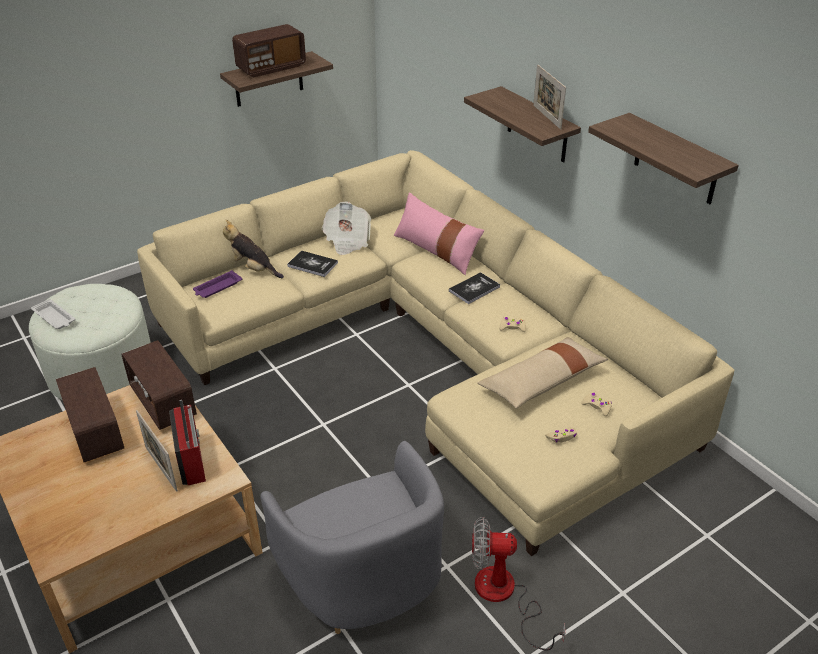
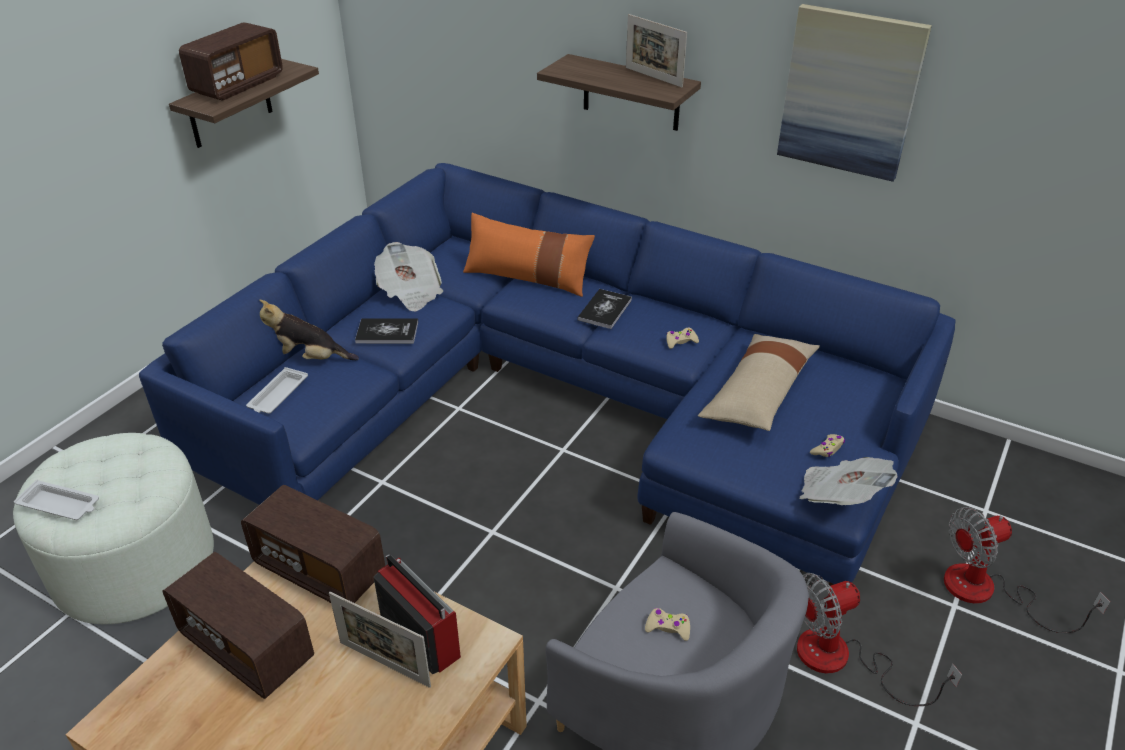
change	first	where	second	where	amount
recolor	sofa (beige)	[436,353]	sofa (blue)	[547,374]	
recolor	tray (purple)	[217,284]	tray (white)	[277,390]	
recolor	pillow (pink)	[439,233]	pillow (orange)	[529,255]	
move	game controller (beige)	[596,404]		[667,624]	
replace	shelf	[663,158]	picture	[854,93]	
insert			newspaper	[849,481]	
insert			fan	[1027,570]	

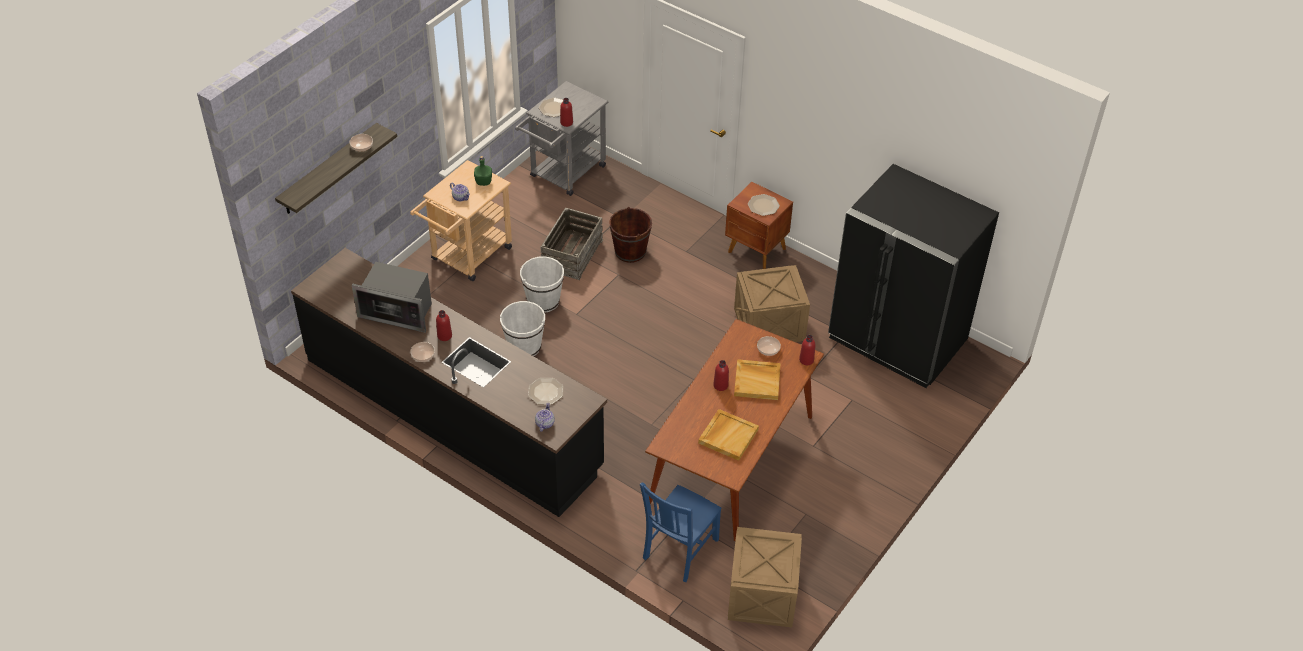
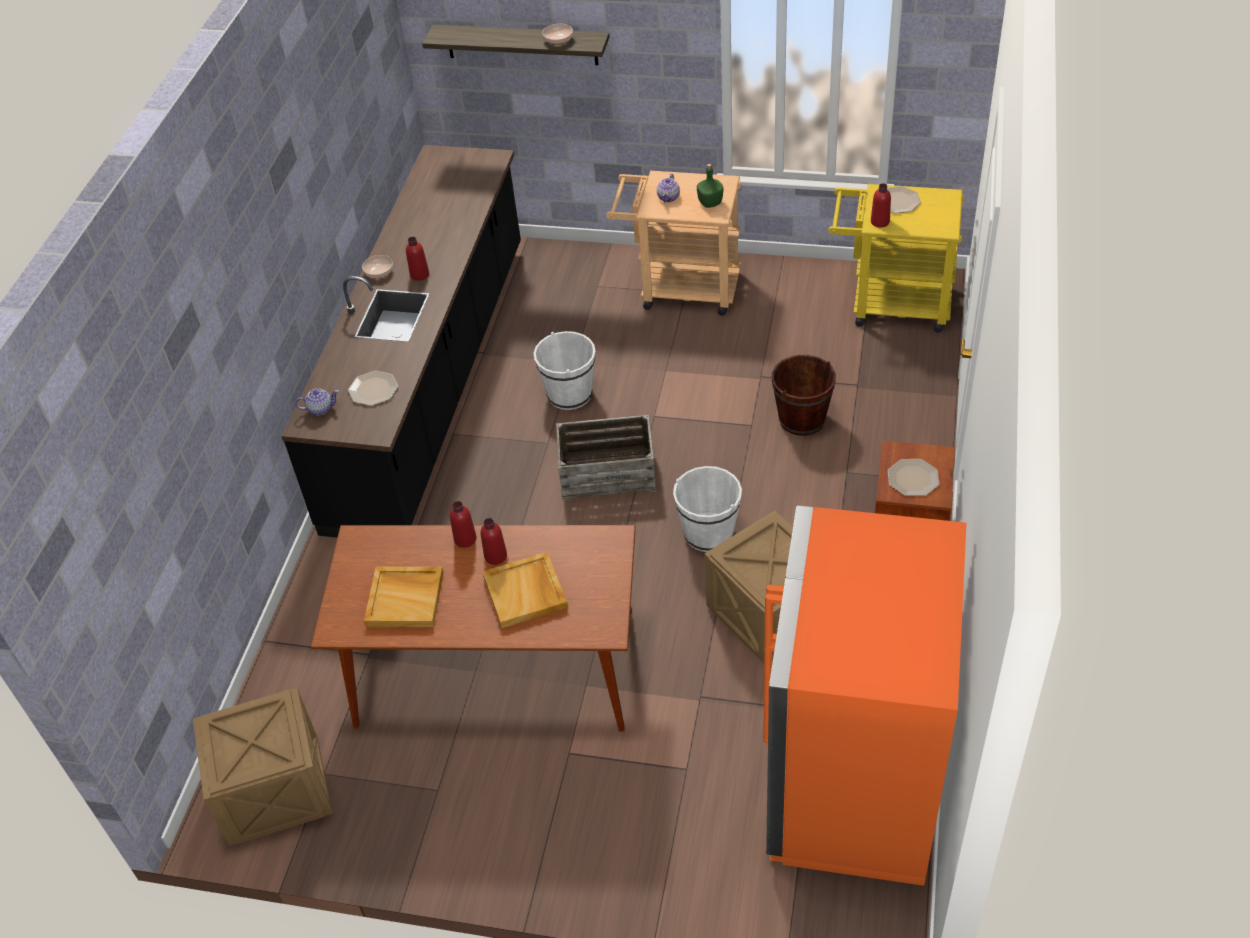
change	first	where	second	where	amount
delete	microwave	[392,297]			
recolor	cart (grey)	[562,138]	cart (yellow)	[896,258]	
move	bucket (white)	[542,284]		[707,509]	
move	crate	[572,244]		[606,458]	
delete	chair (blue)	[680,532]			
delete	bowl	[769,346]			
move	bottle (red)	[807,350]		[463,524]	
recolor	fridge (black)	[913,276]	fridge (orange)	[865,696]	

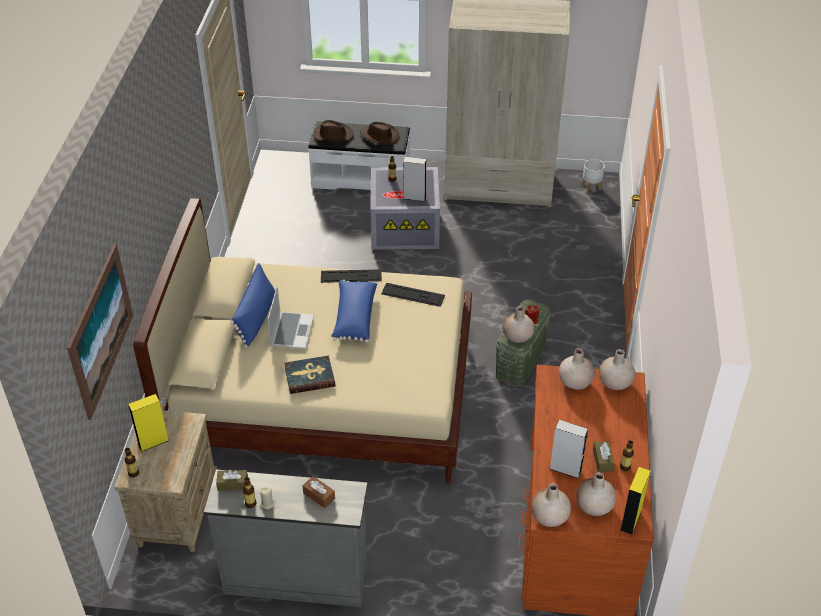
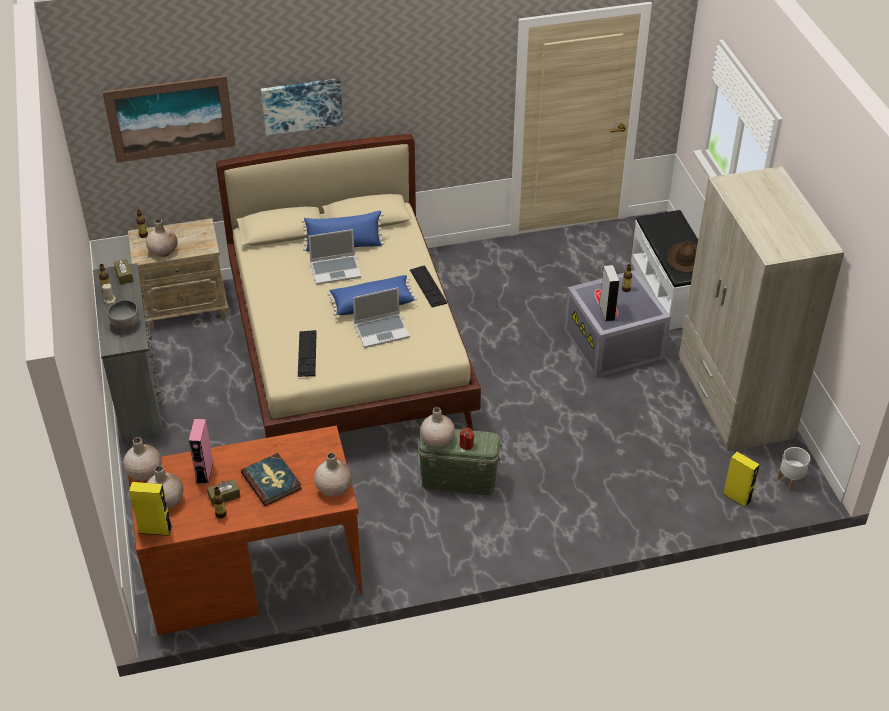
change	first	where	second	where	amount
move	speaker (yellow)	[148,423]		[741,480]	
move	book	[309,374]		[271,479]	
replace	tissue box (brown)	[318,492]	bowl (grey)	[123,315]	
delete	hat (brown)	[333,131]			
move	keyboard	[413,295]		[307,353]	
recolor	speaker (grey)	[568,449]	speaker (pink)	[201,451]	
move	vase (beige)	[577,369]		[162,238]	
insert			picture	[302,107]	
insert			laptop	[381,317]	

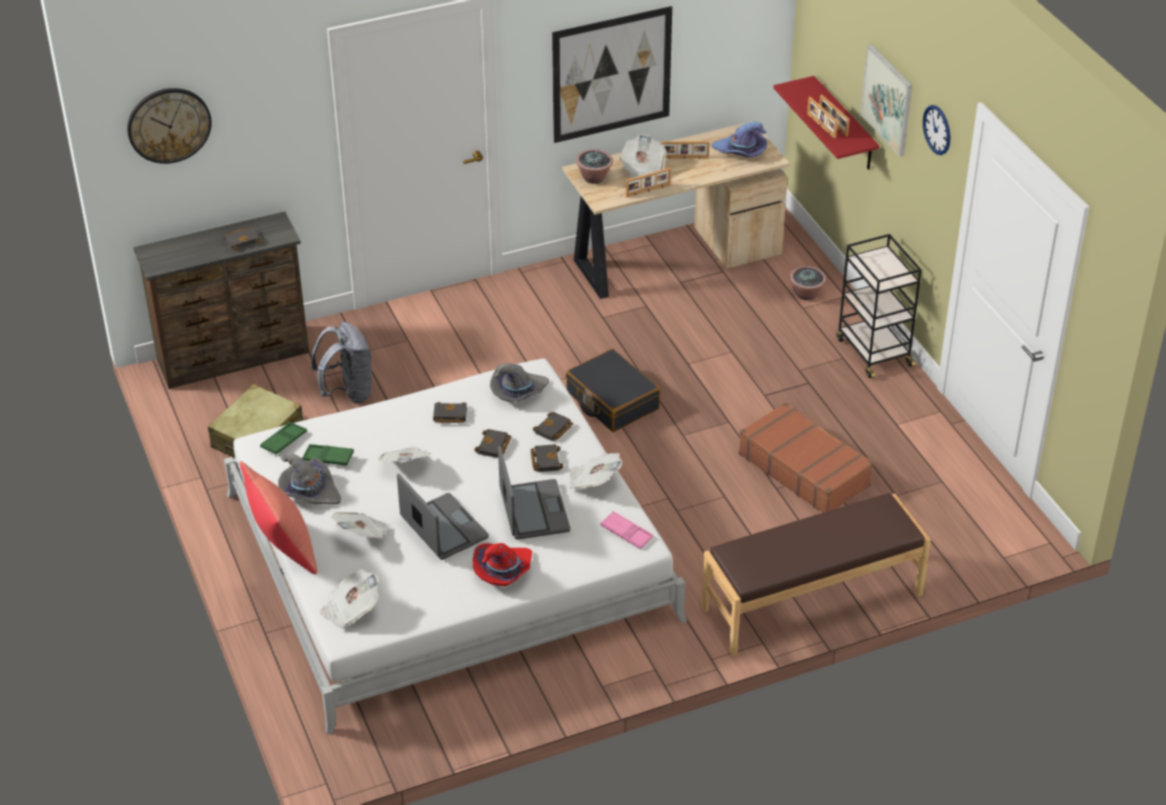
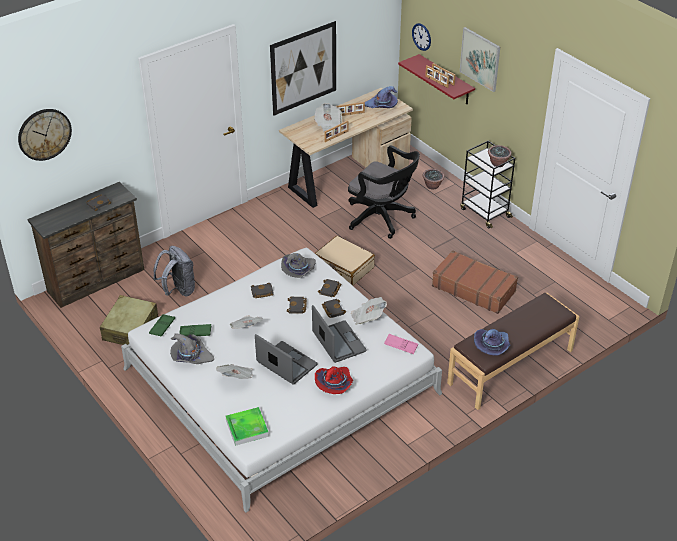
change	first	where	second	where	amount
delete	pillow (red)	[278,517]			
replace	newspaper	[350,598]	tray	[247,426]	
recolor	suitcase (black)	[613,390]	suitcase (beige)	[345,261]	
move	potted plant	[594,166]		[500,156]	
move	wall clock	[936,130]		[421,37]	
insert			office chair (black)	[384,192]	
insert			hat (purple)	[492,342]	

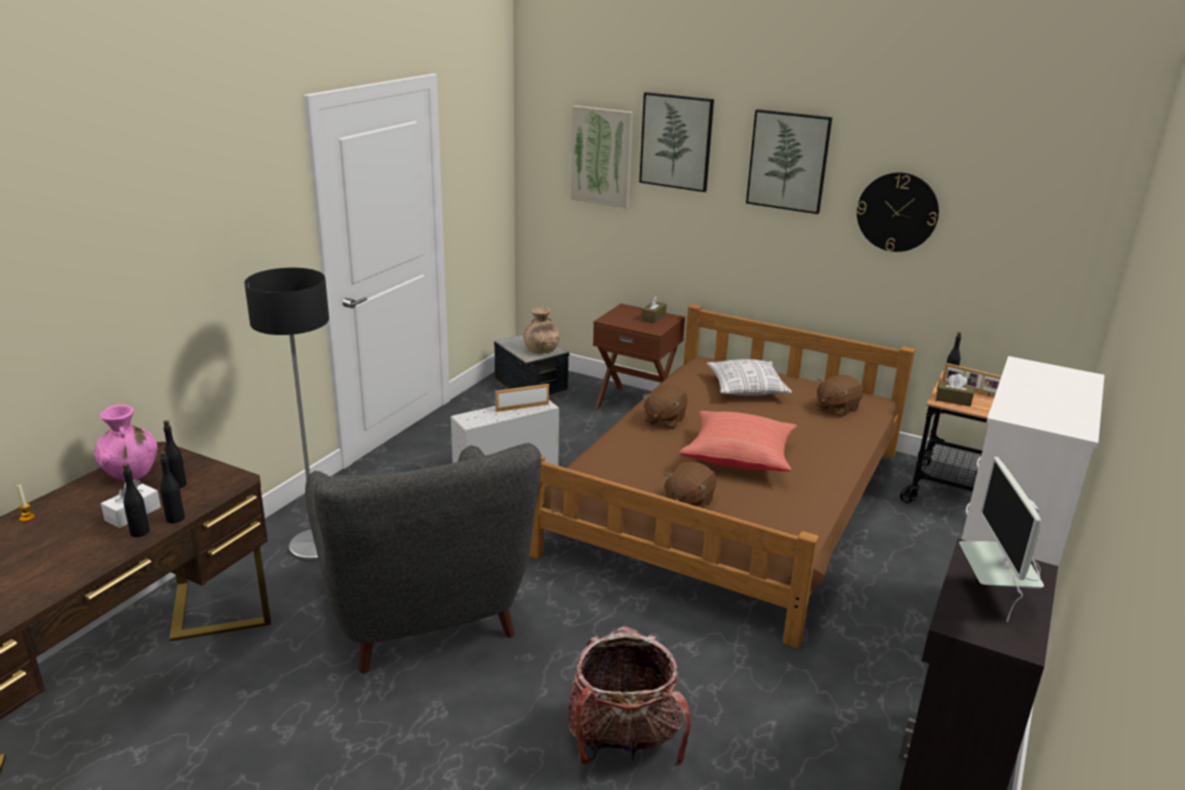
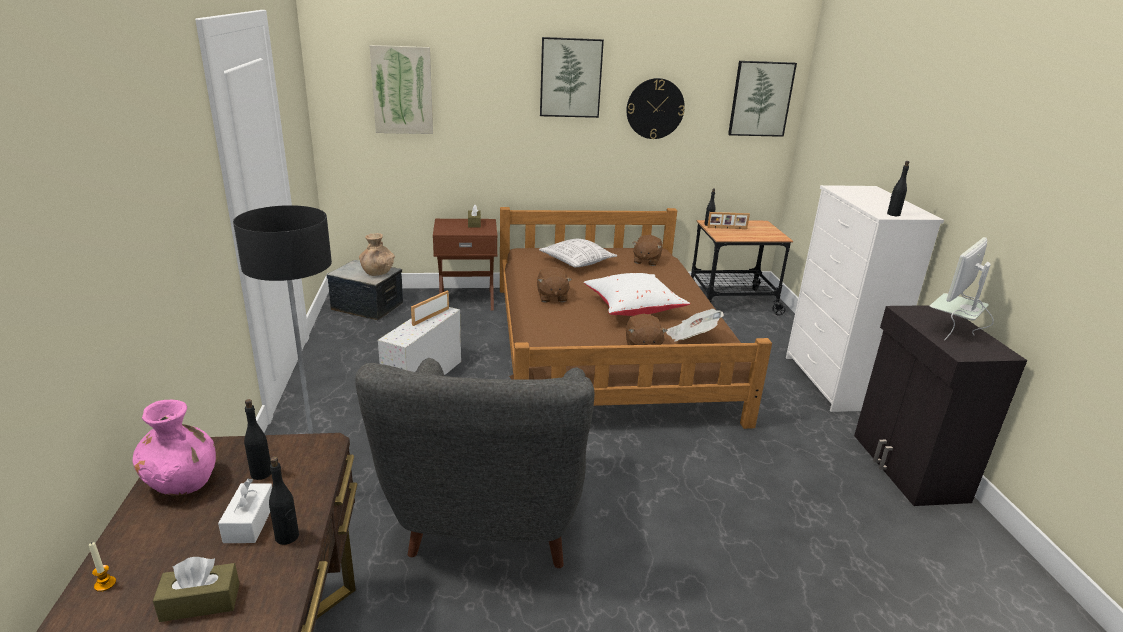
change	first	where	second	where	amount
move	bottle (black)	[172,487]		[898,188]	
rotate	armchair (grey)	[423,558]		[475,463]	60 degrees clockwise
delete	backpack	[630,696]			
move	picture	[676,142]		[762,99]	
recolor	pillow (red)	[738,441]	pillow (white)	[637,294]	
move	tissue box (brown)	[955,390]		[196,589]	
rotate	monitor	[1001,539]		[962,288]	75 degrees clockwise
insert			newspaper	[695,325]	

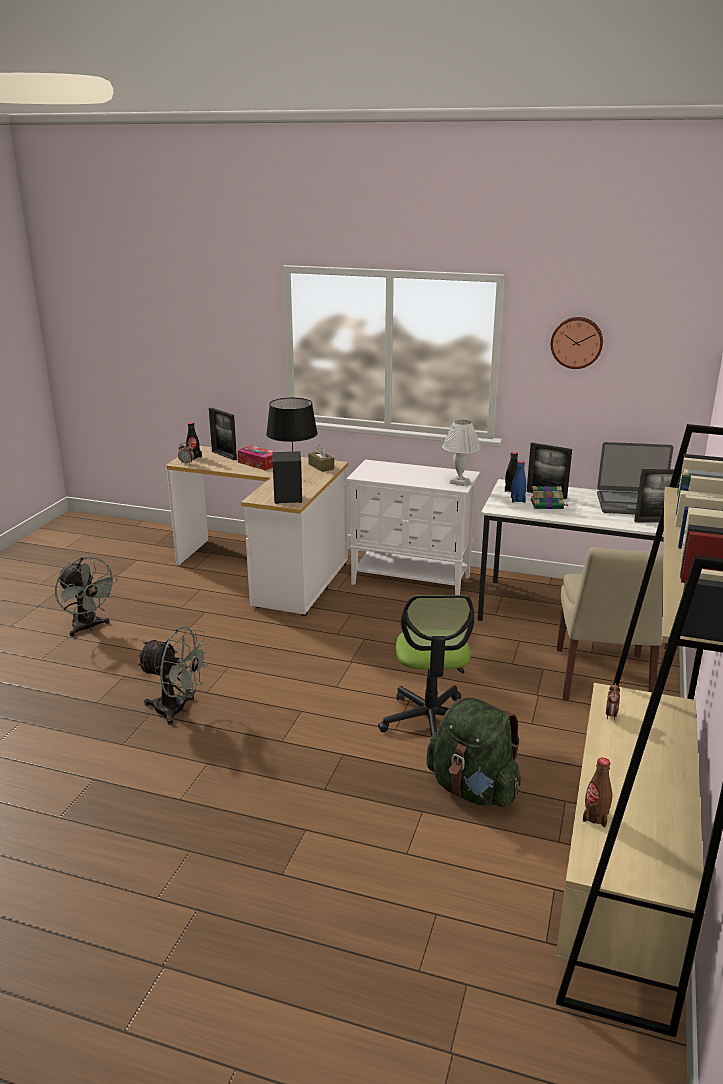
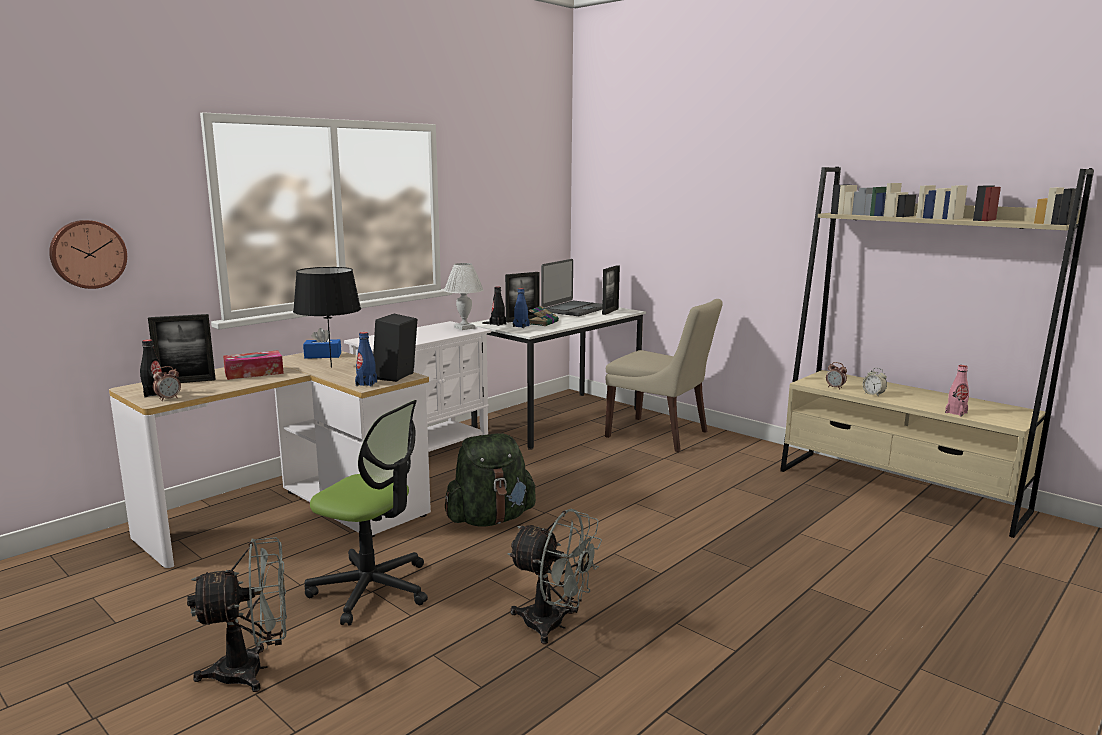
change	first	where	second	where	amount
rotate	fan (grey)	[172,675]		[554,576]	75 degrees clockwise
recolor	tissue box (brown)	[321,458]	tissue box (blue)	[322,343]	
move	office chair	[426,665]		[366,512]	
move	backpack (green)	[473,752]		[490,479]	
move	wall clock	[577,343]		[88,254]	
recolor	bottle (brown)	[597,792]	bottle (pink)	[957,390]	
insert			bottle (blue)	[366,359]	
insert			alarm clock	[875,382]	

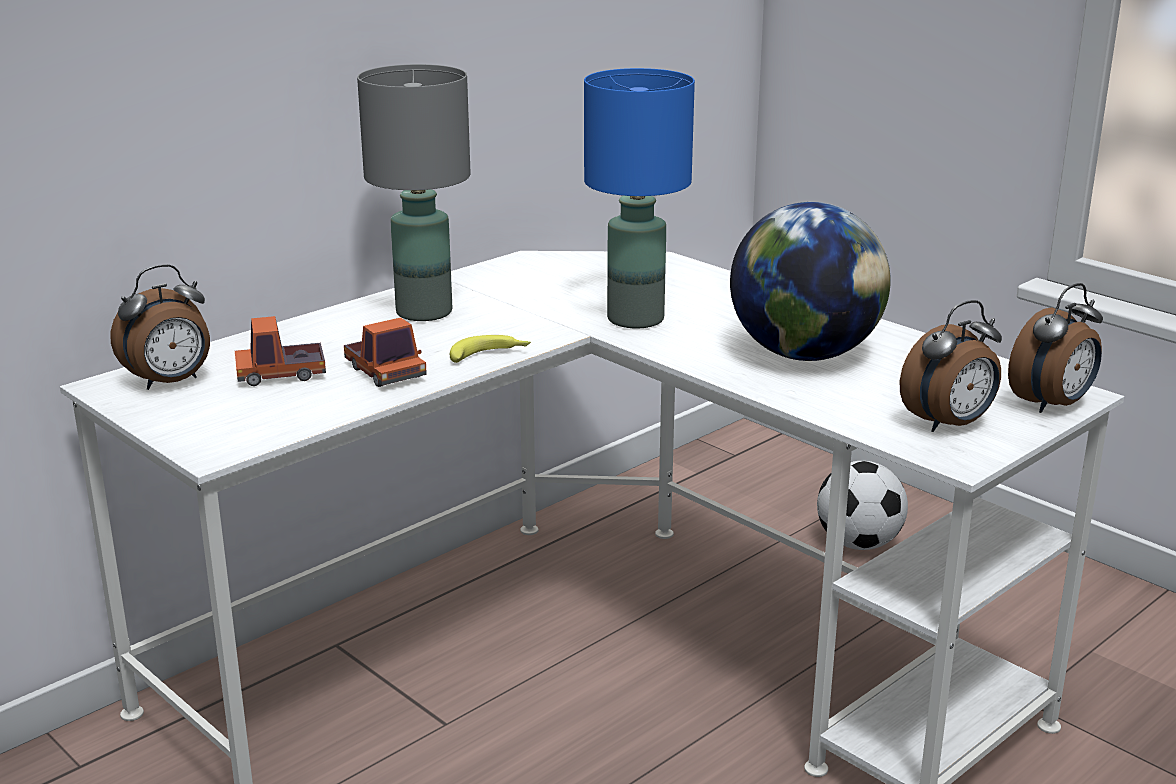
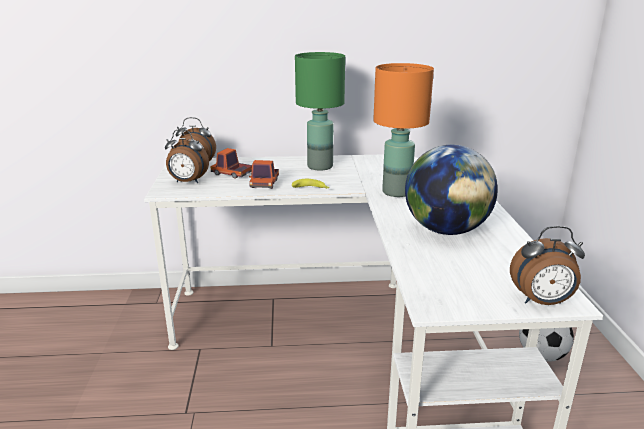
change	first	where	second	where	amount
recolor	table lamp (grey)	[413,192]	table lamp (green)	[320,111]	
recolor	table lamp (blue)	[639,198]	table lamp (orange)	[403,130]	
move	alarm clock	[951,366]		[187,156]	

